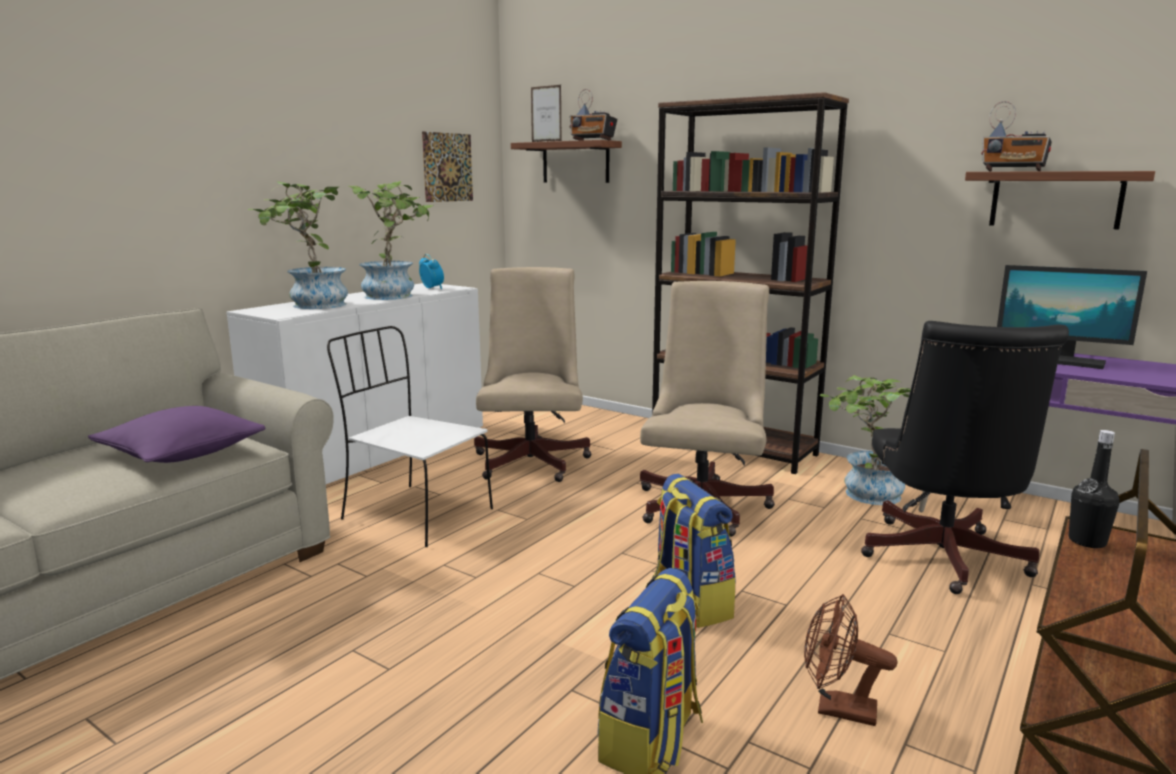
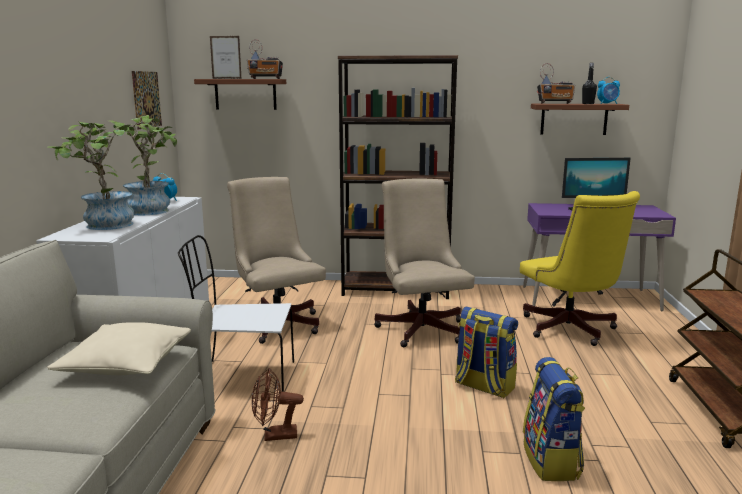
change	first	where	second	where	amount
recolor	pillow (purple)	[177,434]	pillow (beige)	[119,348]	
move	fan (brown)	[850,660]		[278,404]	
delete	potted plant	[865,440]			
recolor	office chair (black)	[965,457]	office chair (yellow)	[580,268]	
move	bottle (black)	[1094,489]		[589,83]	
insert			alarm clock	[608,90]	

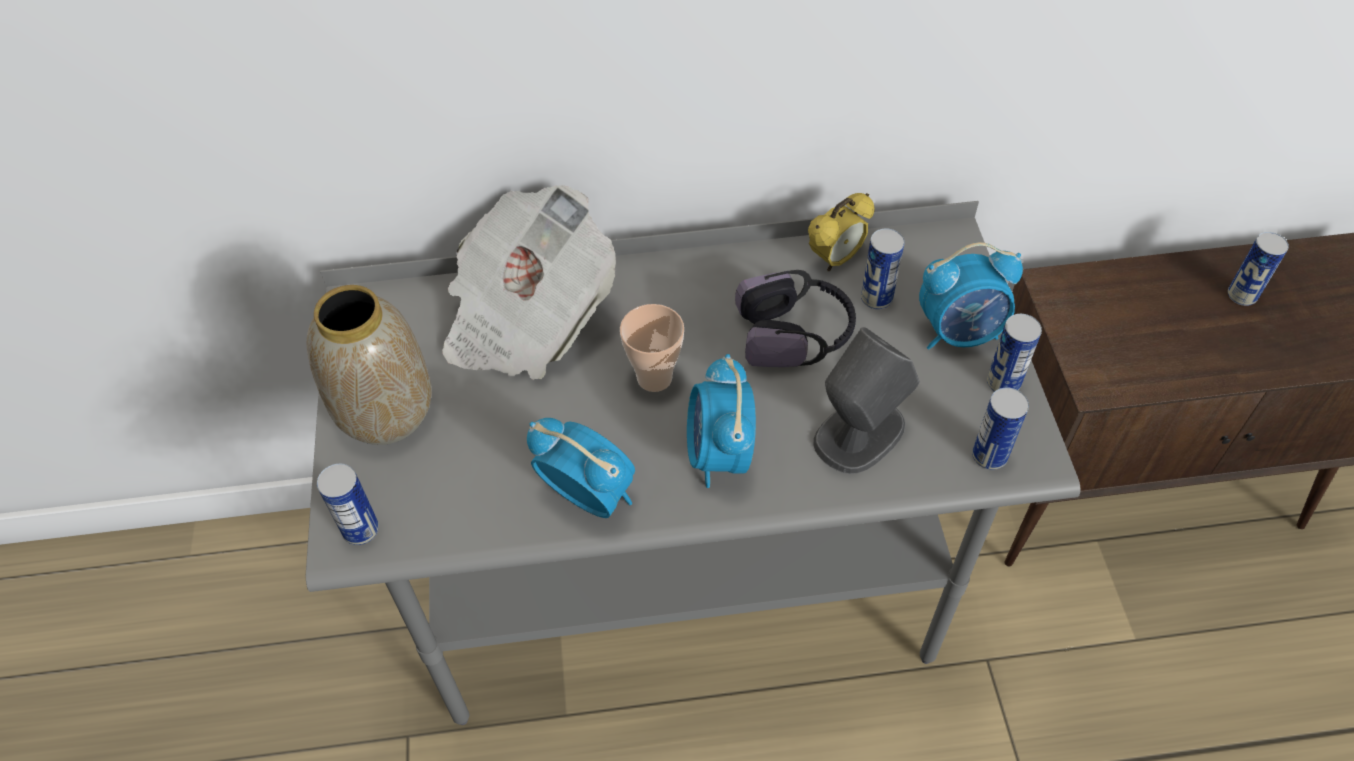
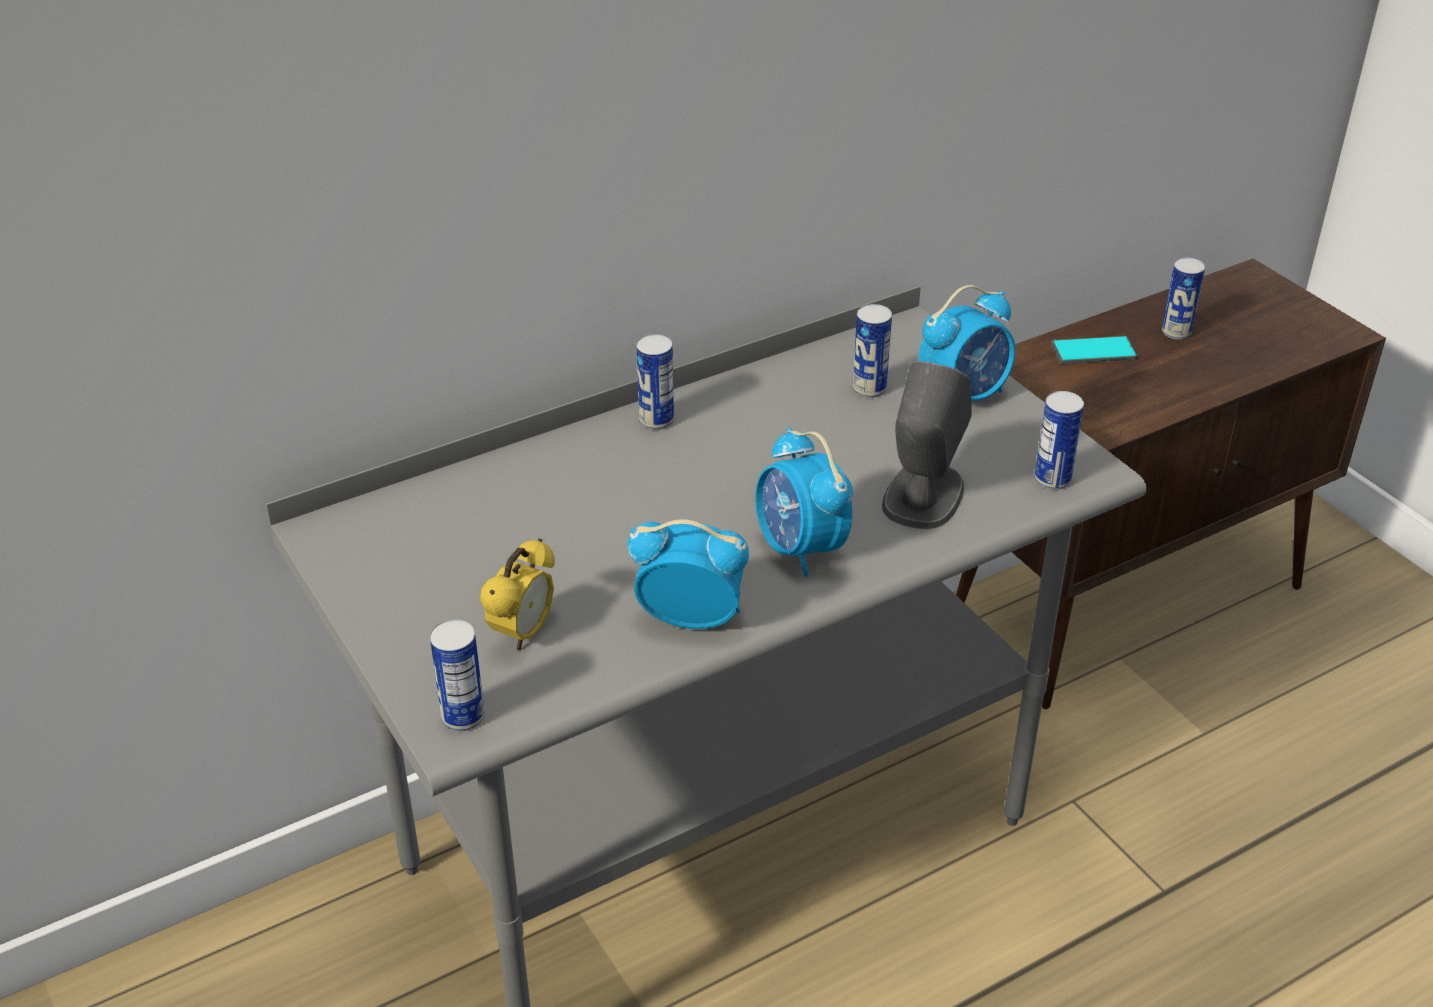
change	first	where	second	where	amount
delete	vase	[369,365]			
delete	newspaper	[529,282]			
delete	cup	[652,348]			
delete	headphones	[795,318]			
move	alarm clock	[841,232]		[517,594]	
move	can	[1014,353]		[655,382]	
insert			phone	[1094,350]	

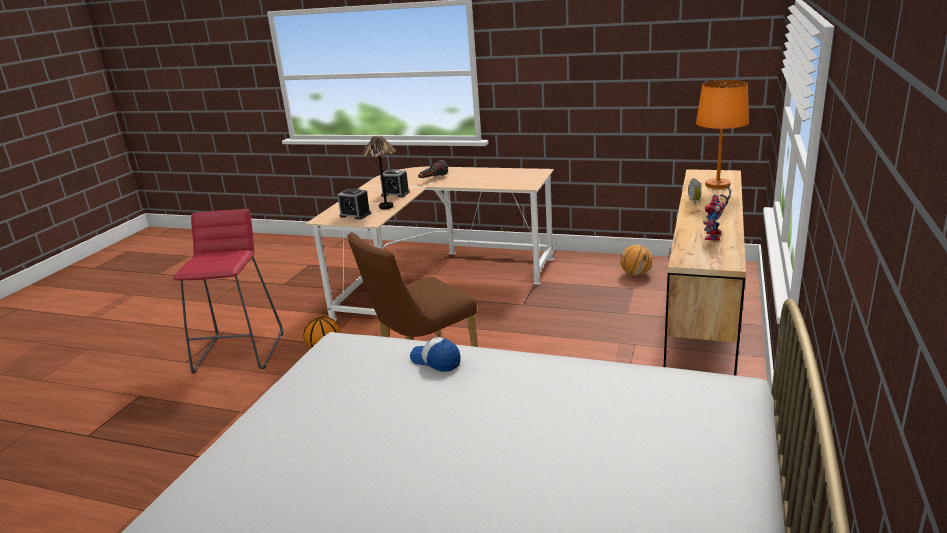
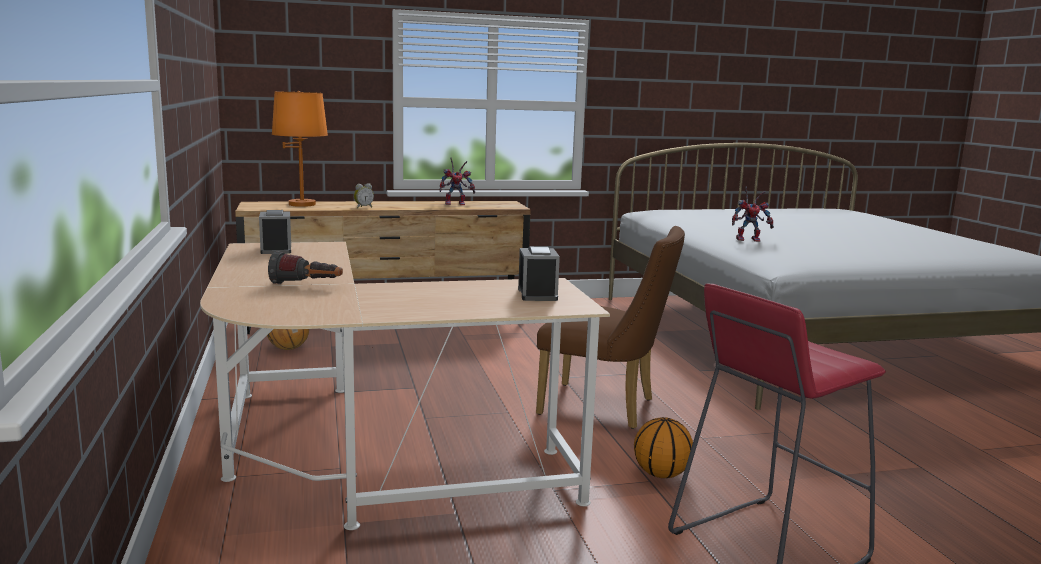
change	first	where	second	where	amount
delete	table lamp	[379,172]			
move	alarm clock	[395,183]		[275,232]	
replace	cap	[435,354]	toy robot	[753,214]	

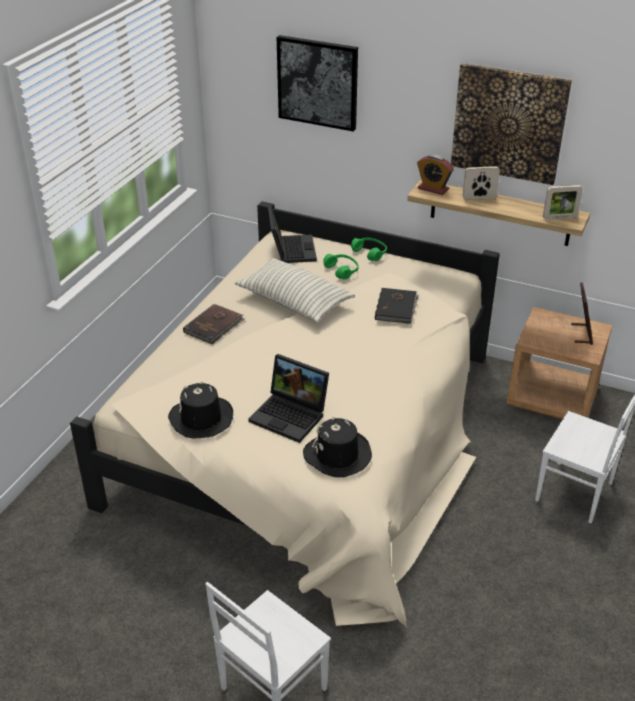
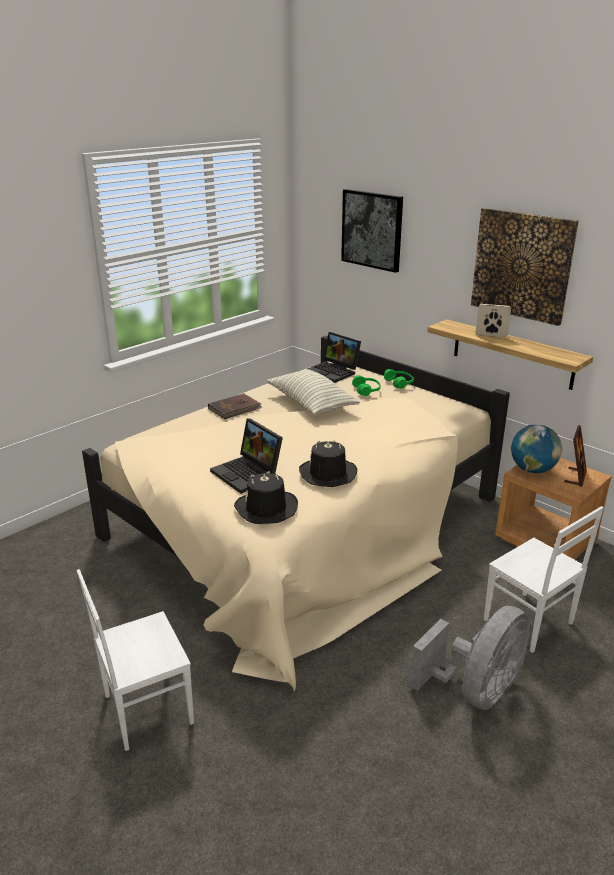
change	first	where	second	where	amount
move	hat (black)	[200,410]		[328,463]	
rotate	laptop	[292,234]		[334,357]	120 degrees clockwise
delete	book (black)	[397,306]			
delete	alarm clock	[435,175]			
delete	picture frame	[563,202]			
insert			fan (grey)	[469,658]	
insert			globe	[536,449]	

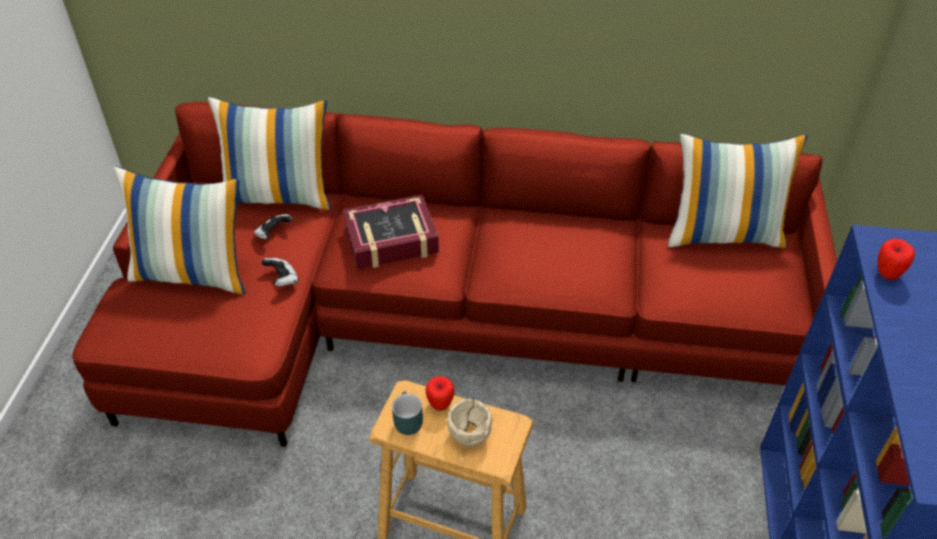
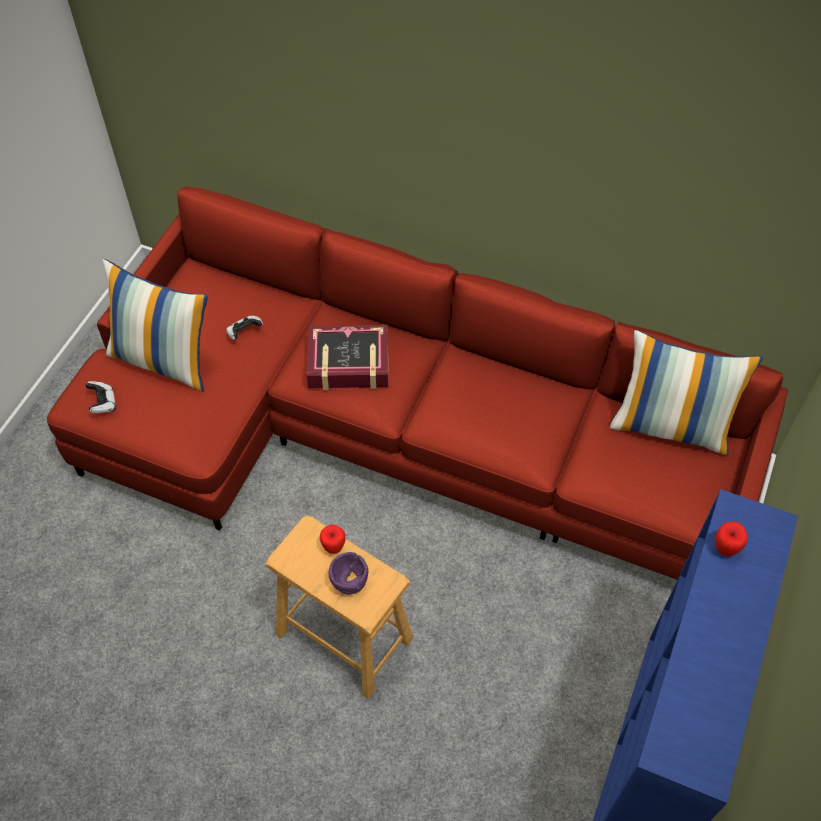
change	first	where	second	where	amount
delete	pillow	[270,153]			
move	game controller	[280,272]		[100,397]	
delete	mug (turquoise)	[407,413]			
recolor	bowl (beige)	[469,423]	bowl (purple)	[348,573]	

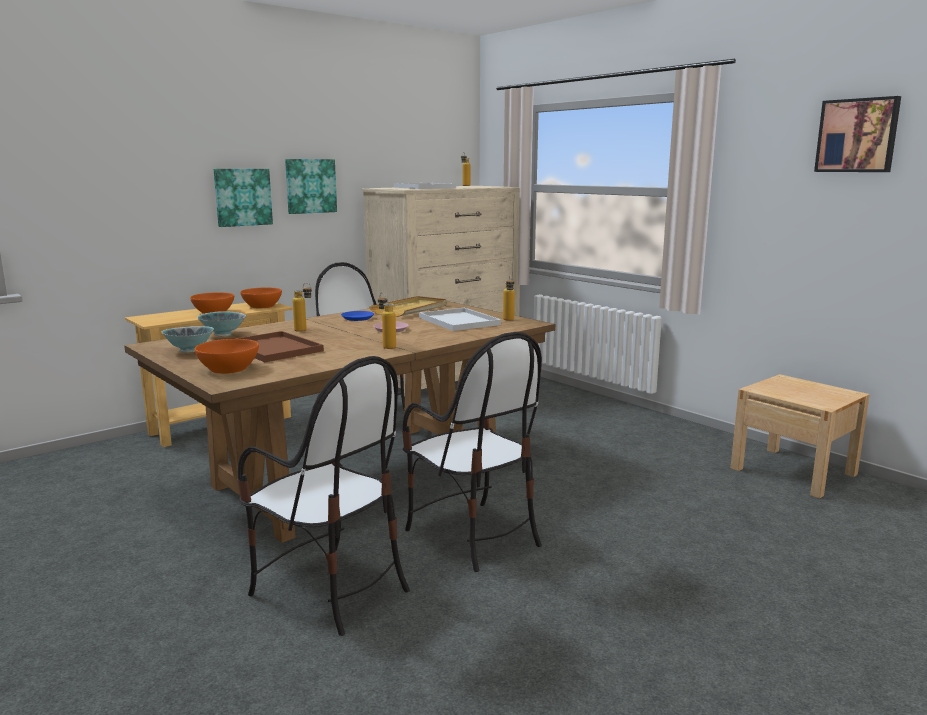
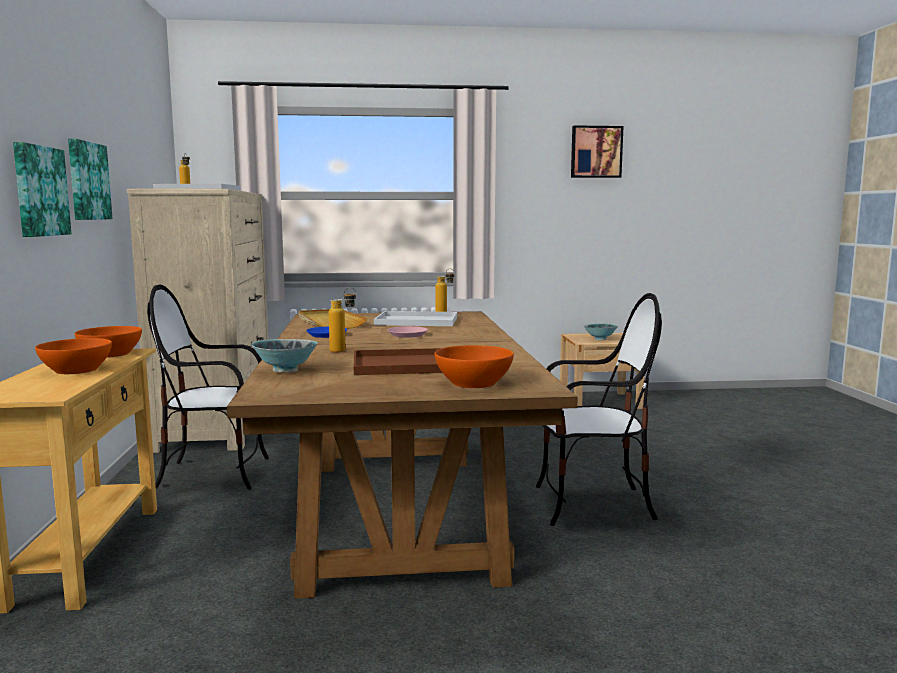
change	first	where	second	where	amount
move	bowl	[188,339]		[601,331]	
delete	chair	[323,496]			
delete	bottle	[387,320]			

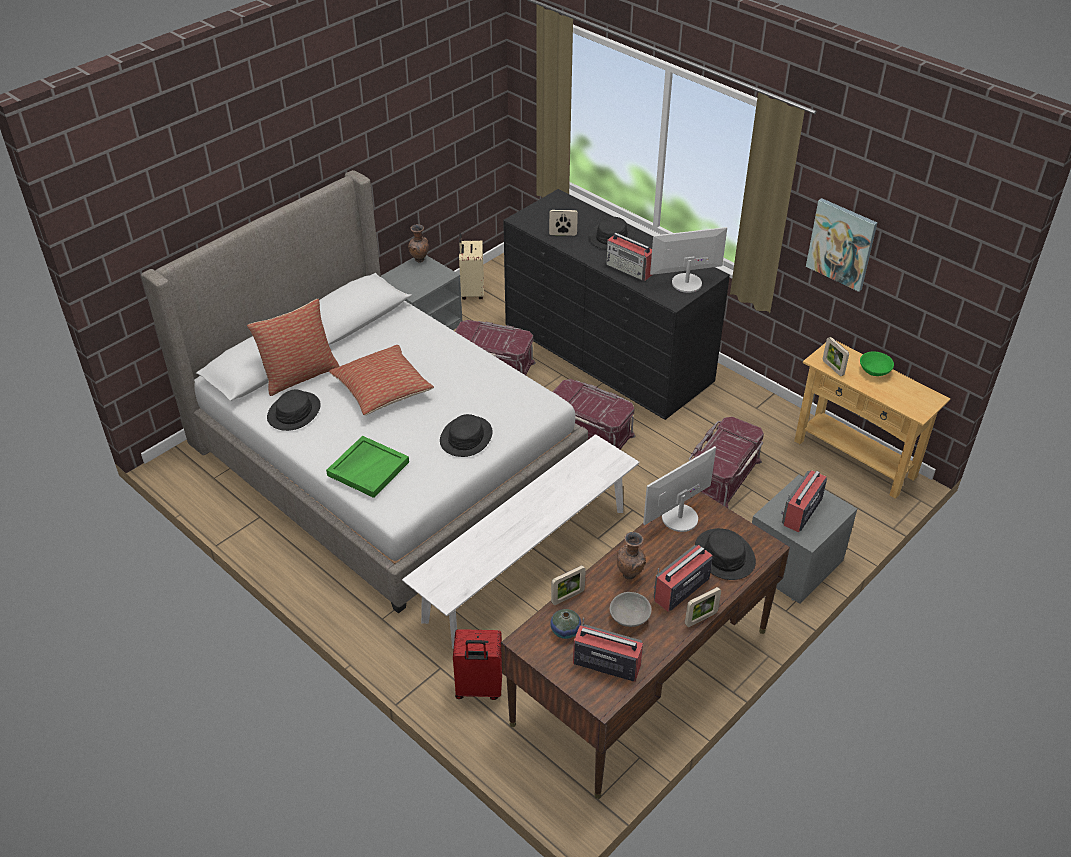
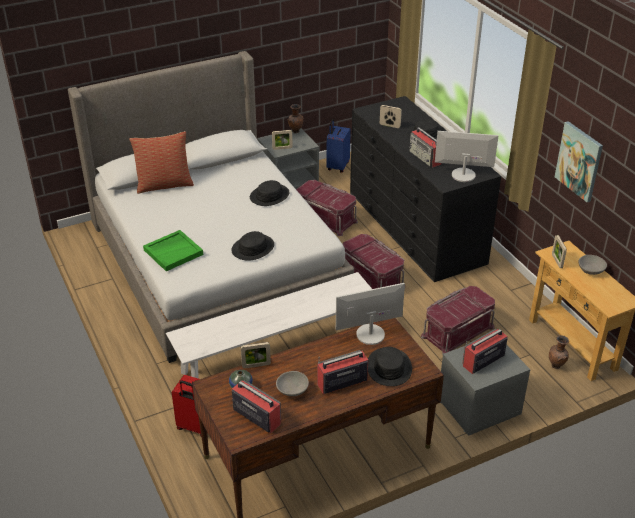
change	first	where	second	where	amount
move	hat (black)	[294,410]		[269,193]	
delete	pillow	[381,380]			
recolor	suitcase (beige)	[471,266]	suitcase (blue)	[338,146]	
move	vase (brown)	[631,556]		[559,352]	
move	picture frame	[703,607]		[282,140]	
recolor	bowl (green)	[877,363]	bowl (grey)	[592,265]	

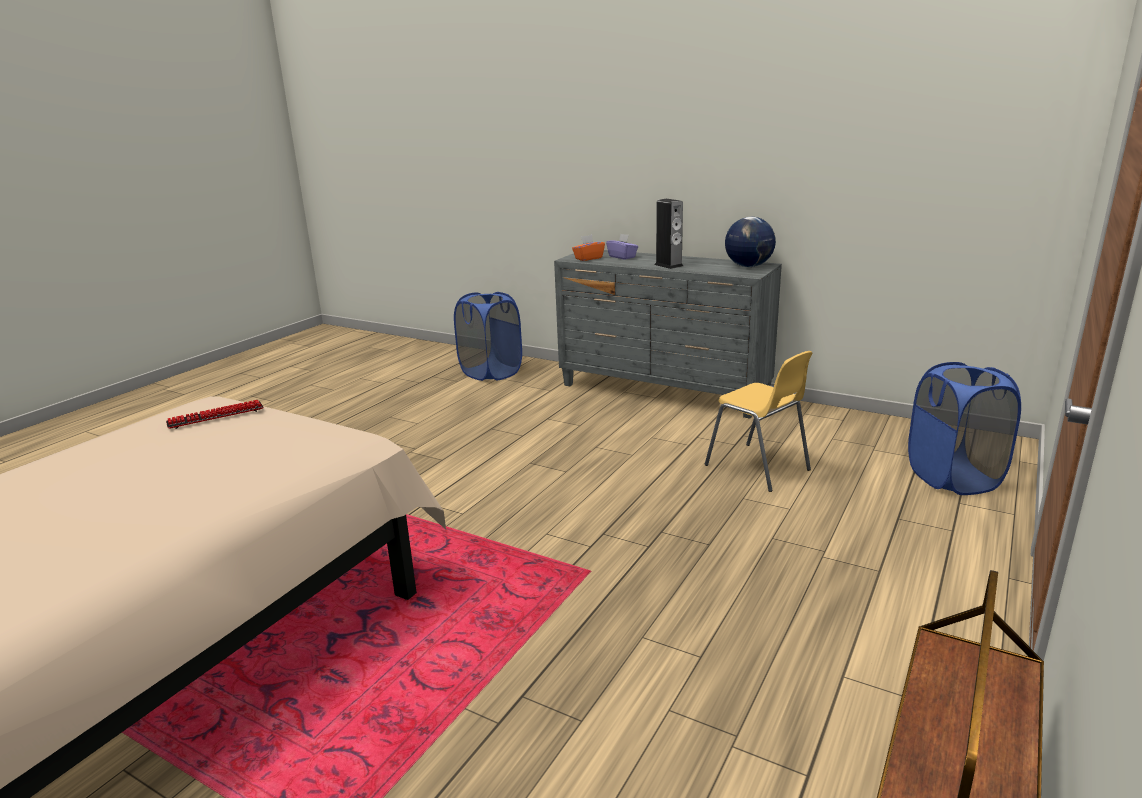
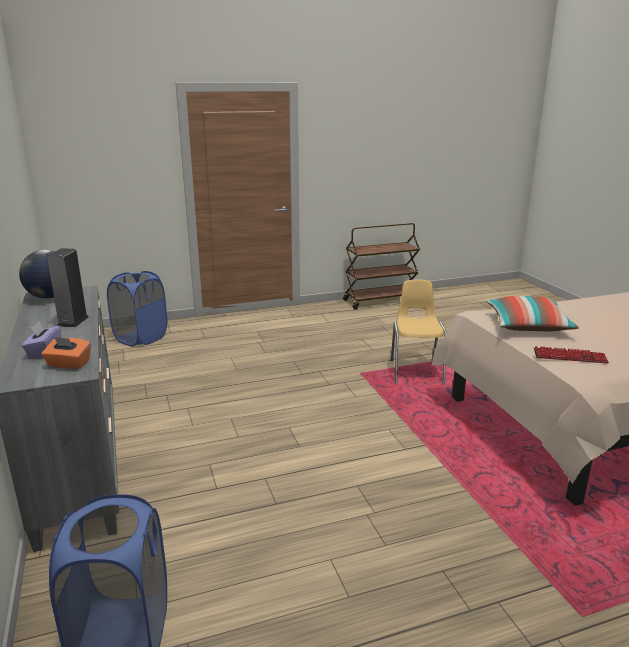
change	first	where	second	where	amount
move	chair (yellow)	[759,421]		[419,332]	
insert			pillow	[532,313]	

